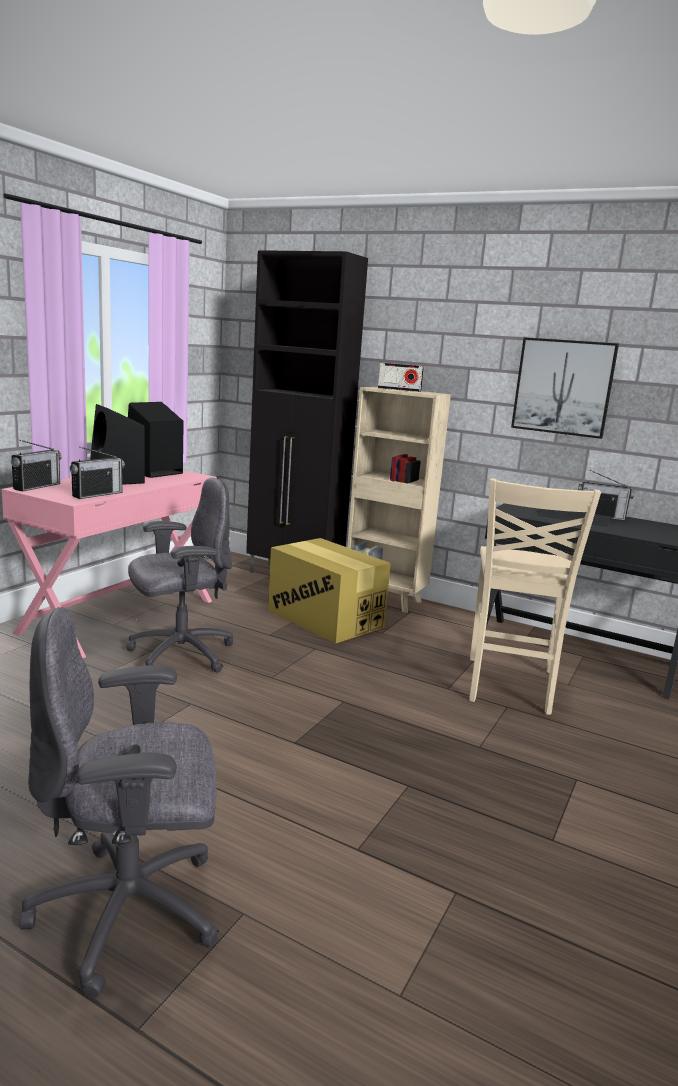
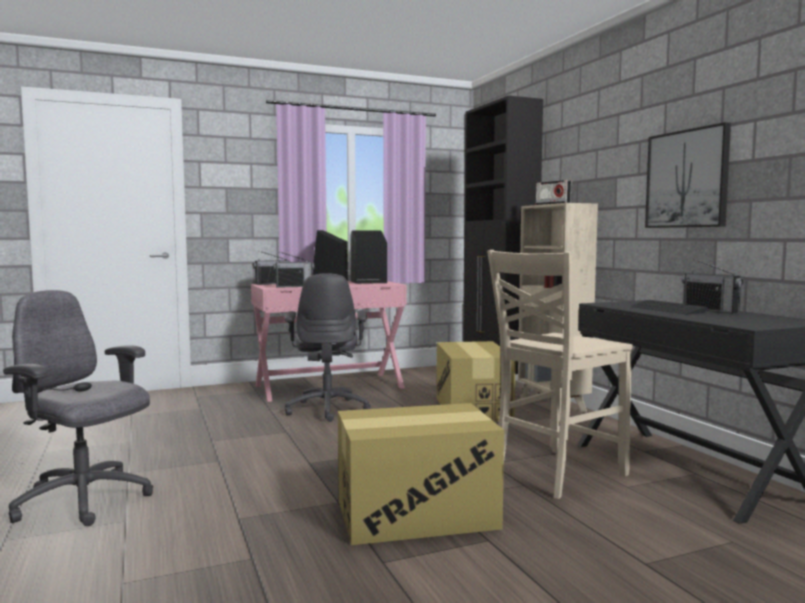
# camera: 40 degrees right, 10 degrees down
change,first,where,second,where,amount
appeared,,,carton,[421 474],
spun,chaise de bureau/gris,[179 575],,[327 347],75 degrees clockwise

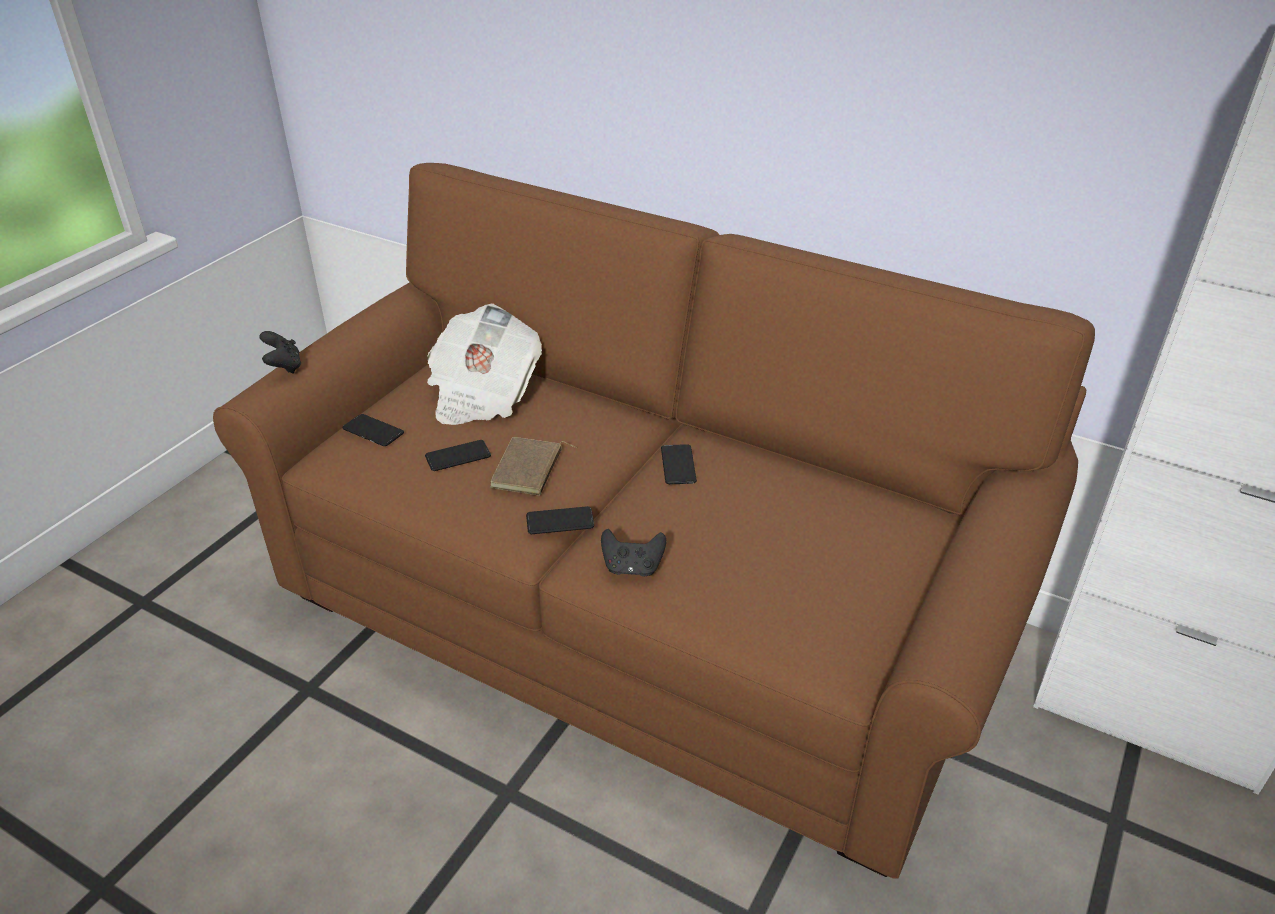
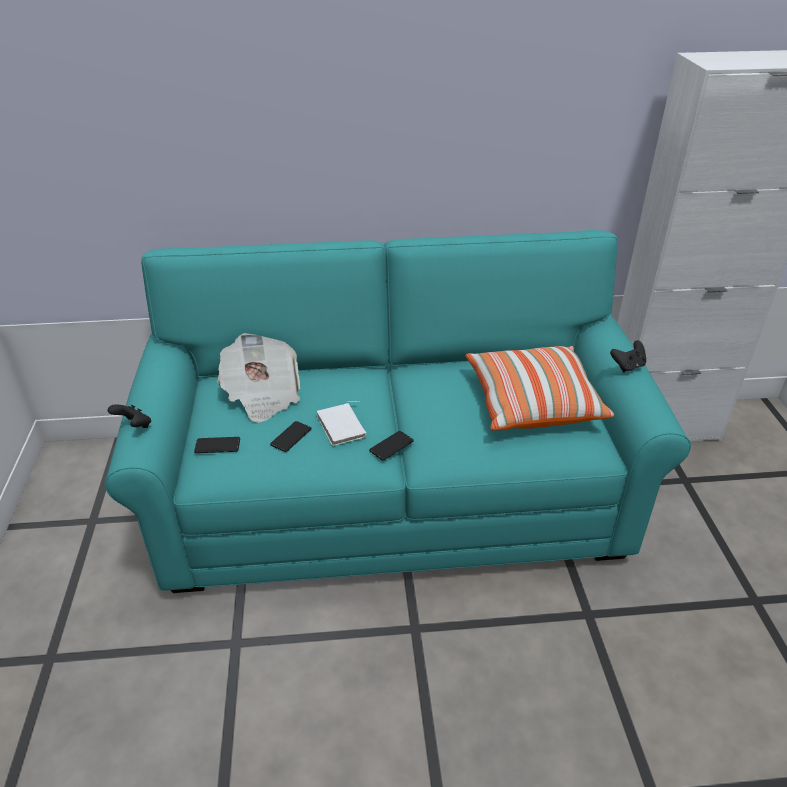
# camera: 35 degrees left, 0 degrees up
change,first,where,second,where,amount
missing,téléphone,[679 464],,,
appeared,,,coussin,[539 388],
relocated,manette/noir,[633 553],,[628 356],
colour,canapé/marron,[654 521],canapé/turquoise,[398 411],
colour,livre/marron,[533 466],livre/blanc,[341 423],

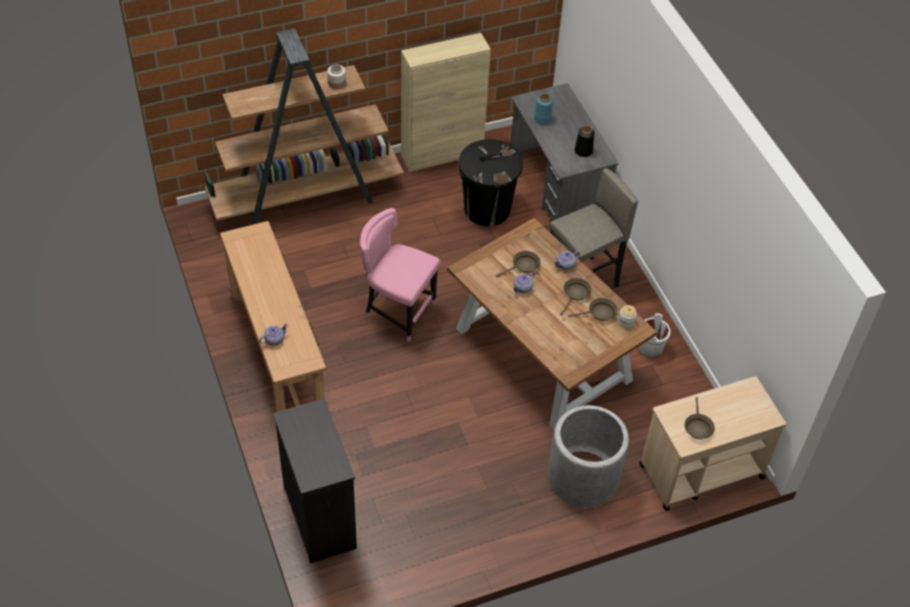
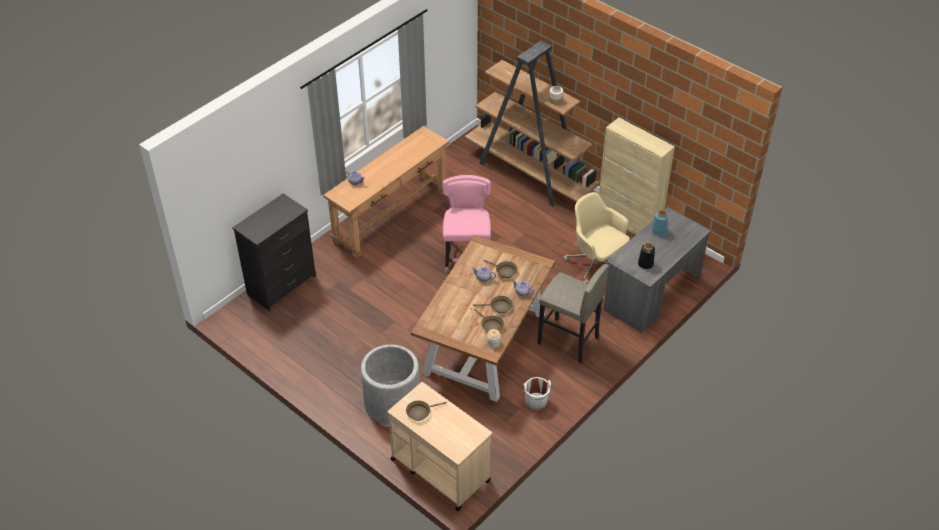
# camera: 65 degrees right, 5 degrees down
change,first,where,second,where,amount
exchanged,poubelle/noir,[491 182],chaise de bureau/beige,[596 238],

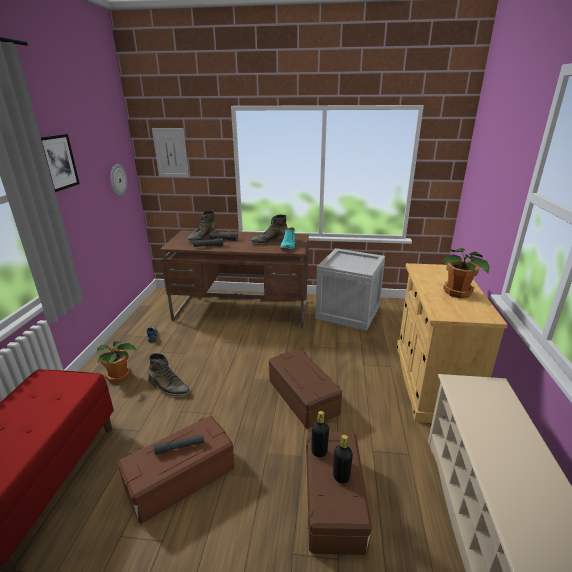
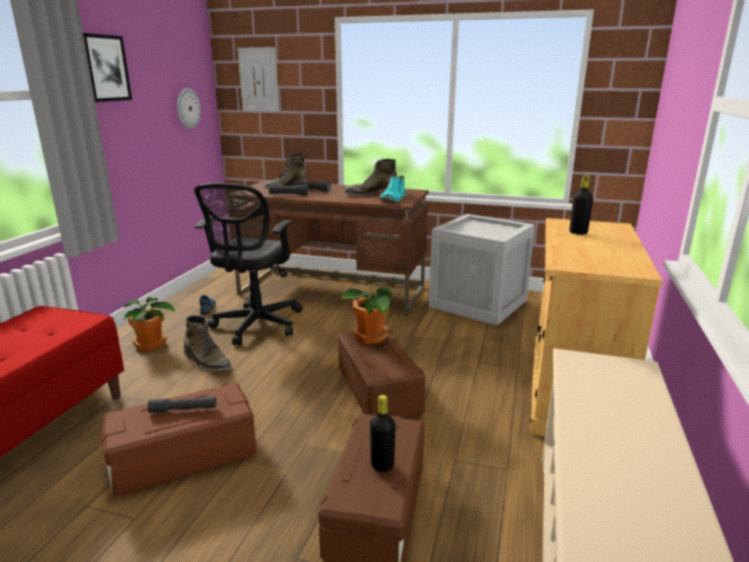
# camera: 10 degrees right, 5 degrees down
change,first,where,second,where,amount
appeared,,,chaise de bureau/noir,[248 264],
relocated,bouteille/noir,[320 434],,[581 204],
relocated,plante en pot,[466 273],,[367 313],

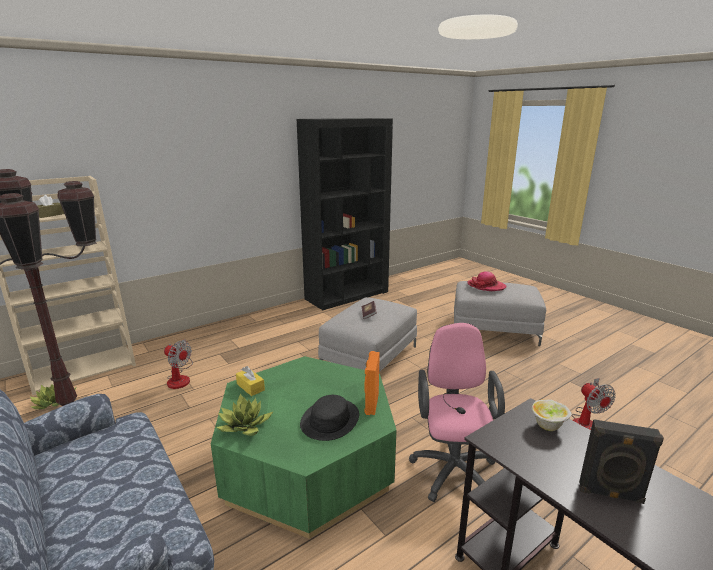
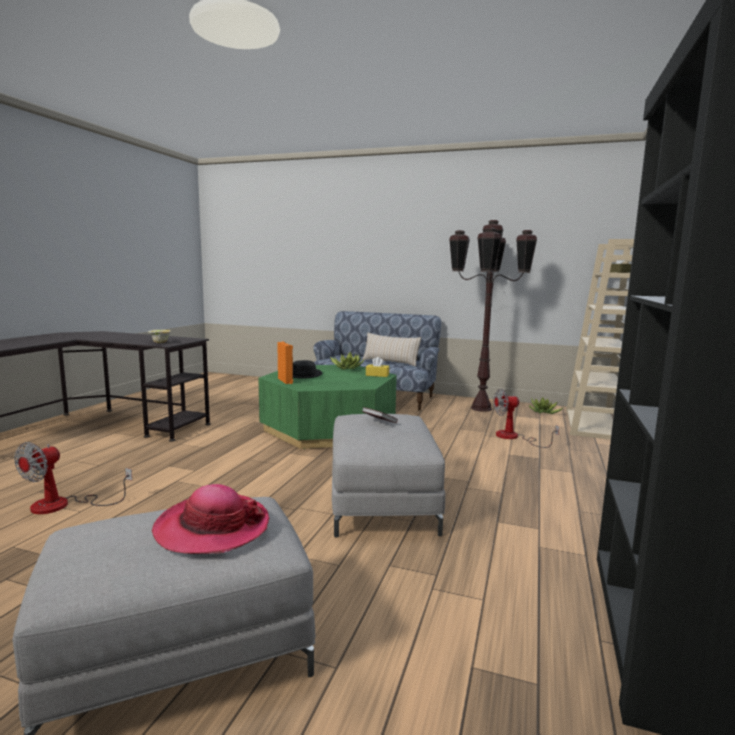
# camera: 145 degrees right, 10 degrees down
change,first,where,second,where,amount
missing,chaise de bureau/rose,[457 412],,,
missing,enceinte/noir,[621 461],,,
appeared,,,coussin/beige,[391 349],
spun,ventilateur,[594 404],,[73 478],105 degrees counterclockwise

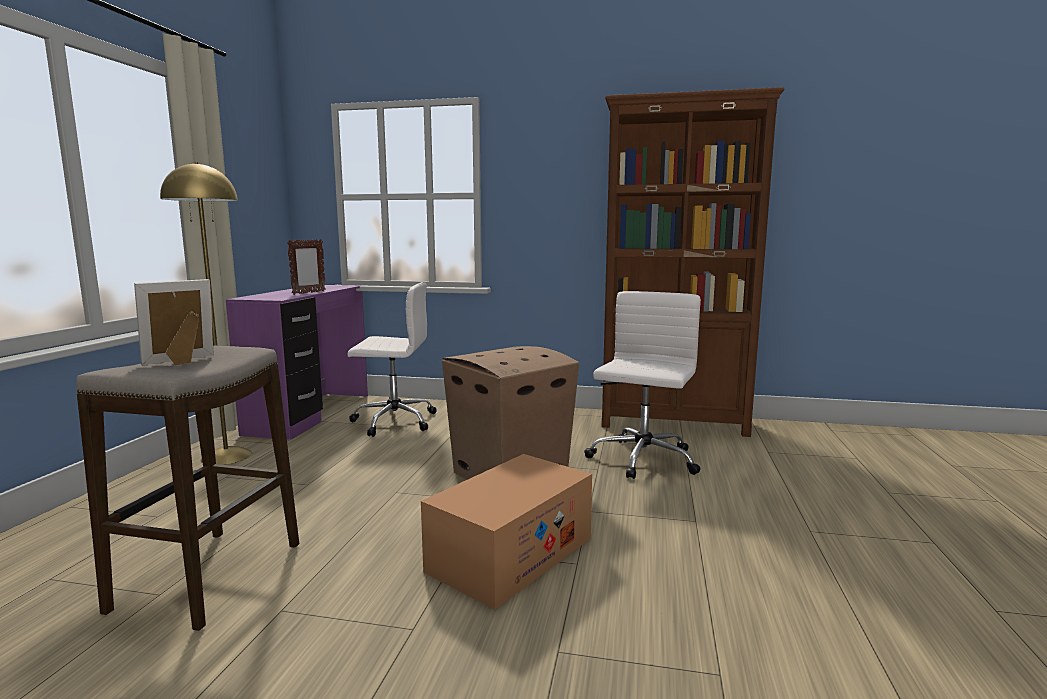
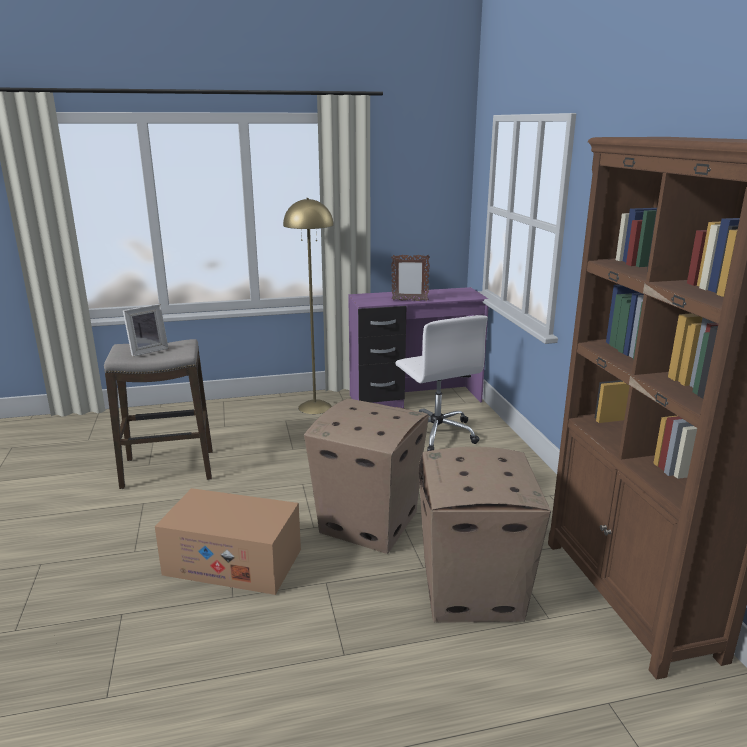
# camera: 65 degrees right, 10 degrees up
change,first,where,second,where,amount
exchanged,chaise de bureau/blanc,[642 385],carton,[485 535],
spun,cadre photo,[174 322],,[145 330],120 degrees clockwise

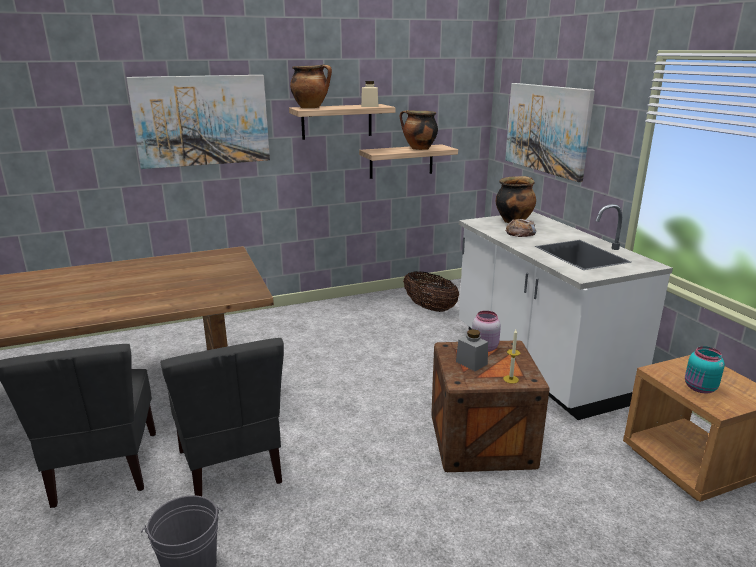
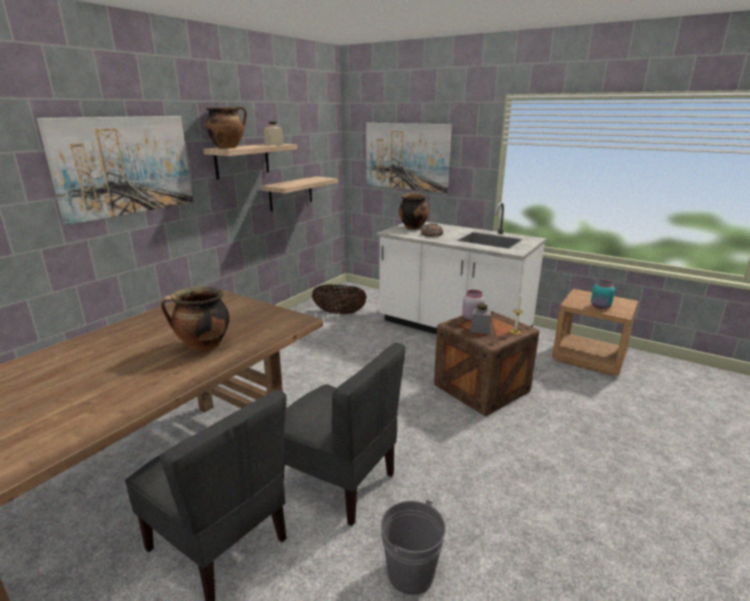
# camera: 35 degrees left, 0 degrees up
change,first,where,second,where,amount
relocated,marmite,[419 130],,[195 319],

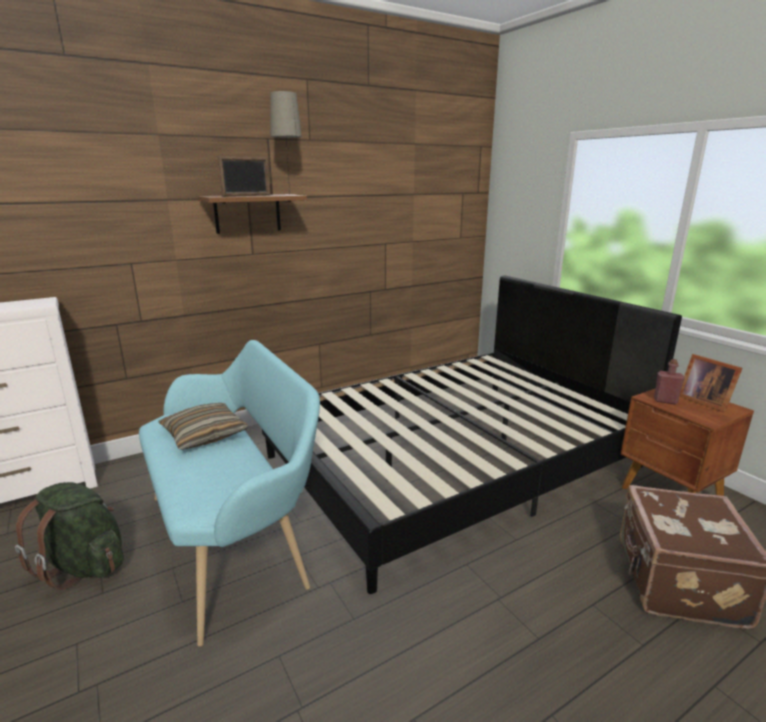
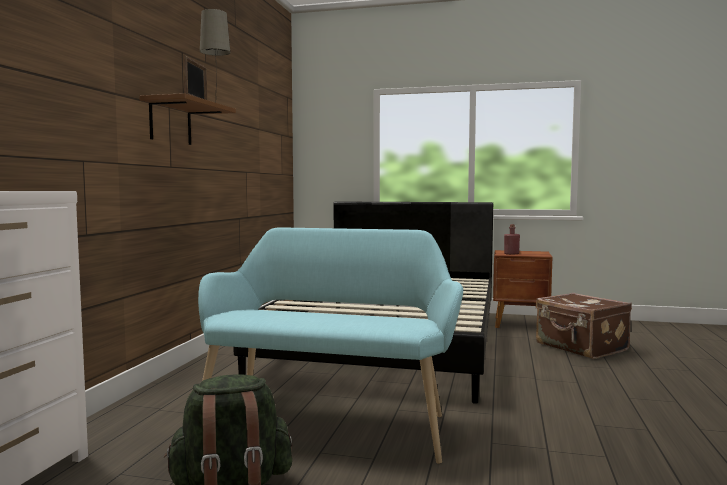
# camera: 45 degrees left, 15 degrees down
change,first,where,second,where,amount
missing,coussin,[203 426],,,
missing,cadre photo,[710 383],,,

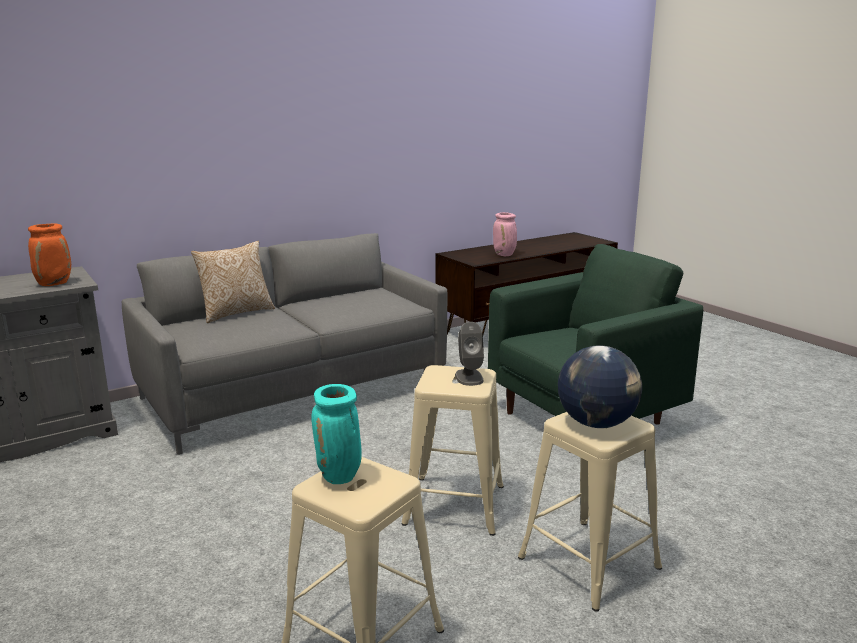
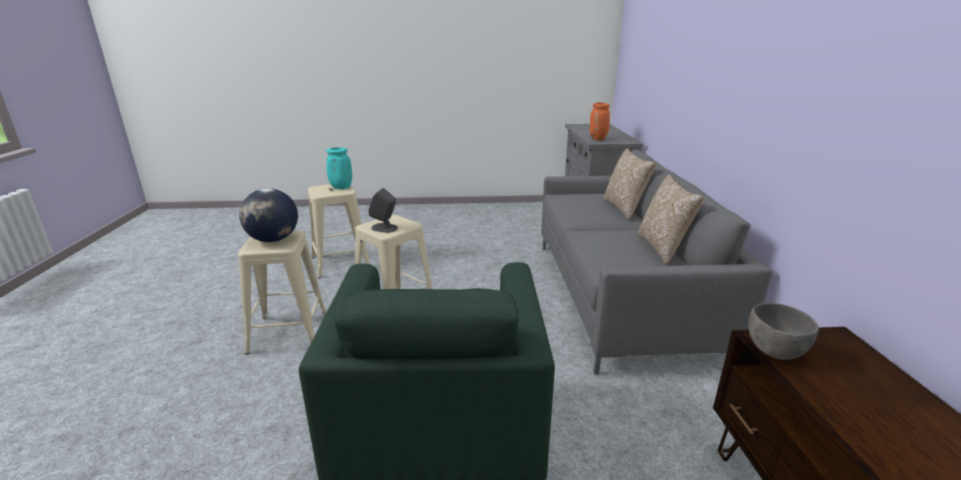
# camera: 120 degrees right, 5 degrees up
change,first,where,second,where,amount
missing,vase/rose,[505 234],,,
appeared,,,coussin,[671 220],
appeared,,,bol/gris,[783 331],

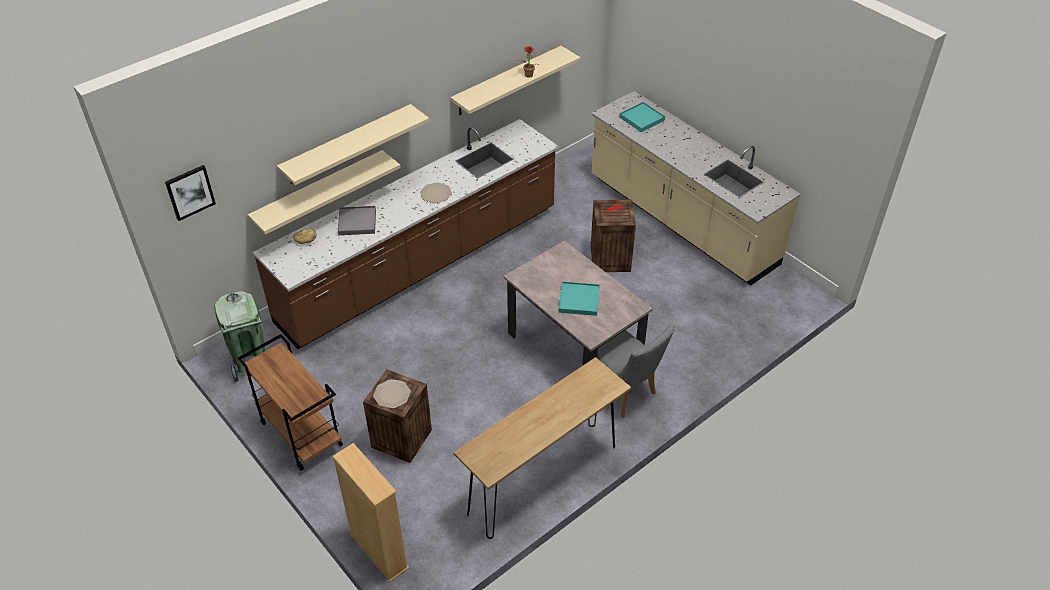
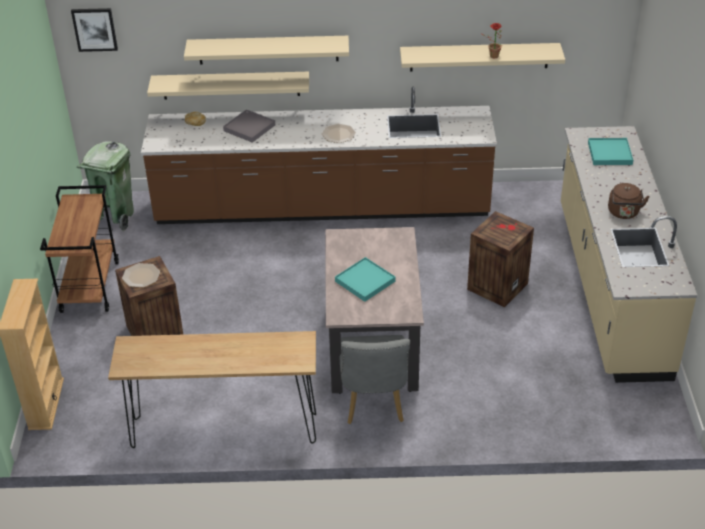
# camera: 40 degrees right, 5 degrees down
change,first,where,second,where,amount
appeared,,,bouilloire/marron,[629 201],

